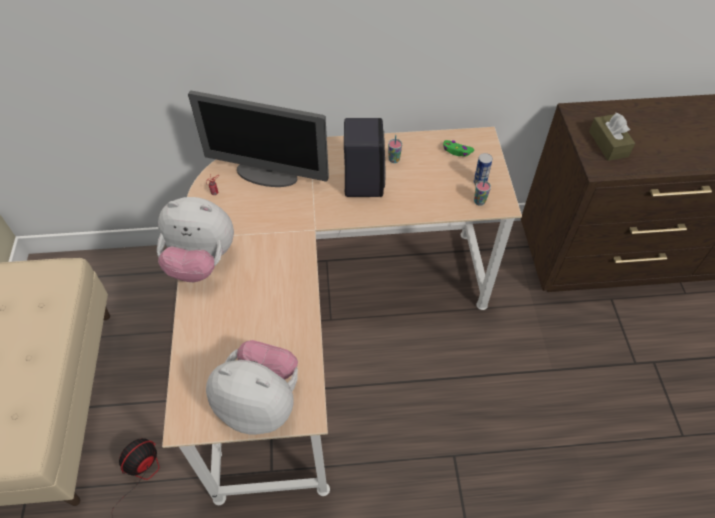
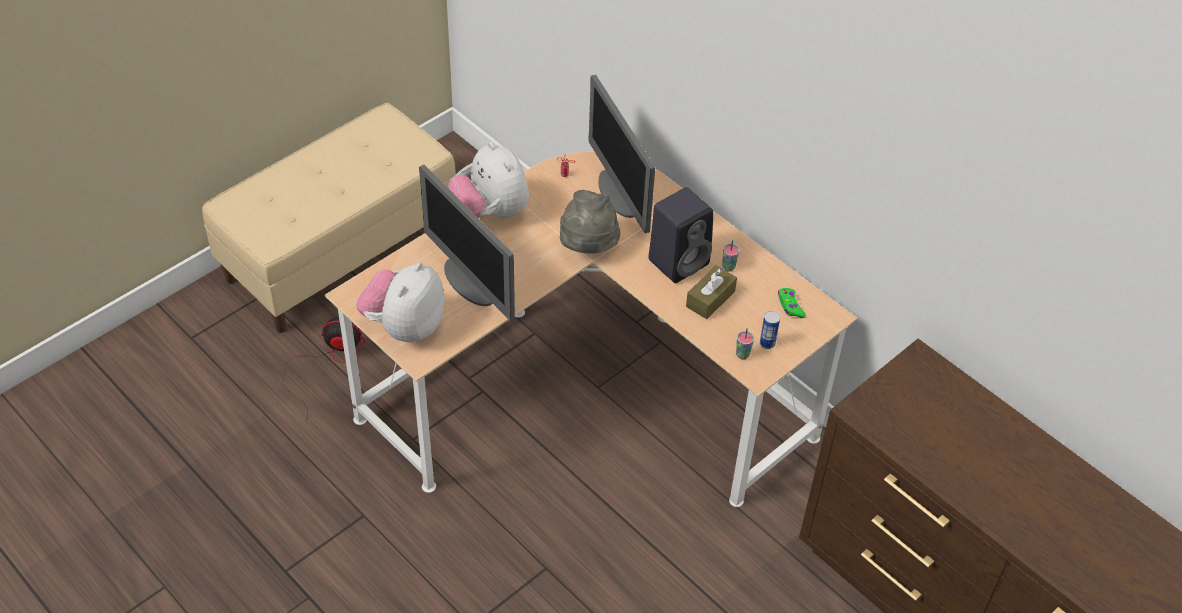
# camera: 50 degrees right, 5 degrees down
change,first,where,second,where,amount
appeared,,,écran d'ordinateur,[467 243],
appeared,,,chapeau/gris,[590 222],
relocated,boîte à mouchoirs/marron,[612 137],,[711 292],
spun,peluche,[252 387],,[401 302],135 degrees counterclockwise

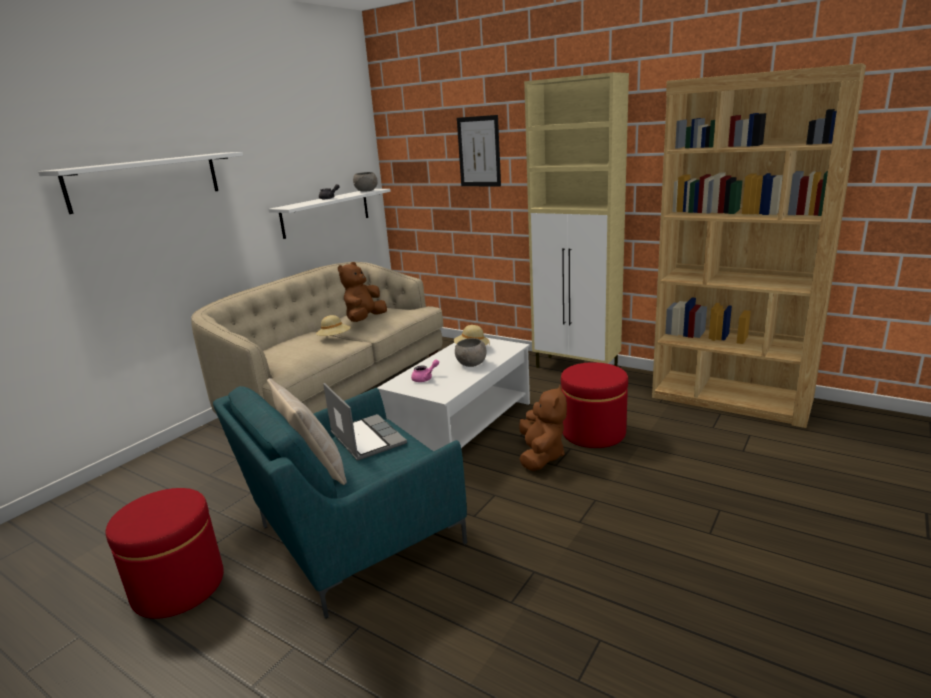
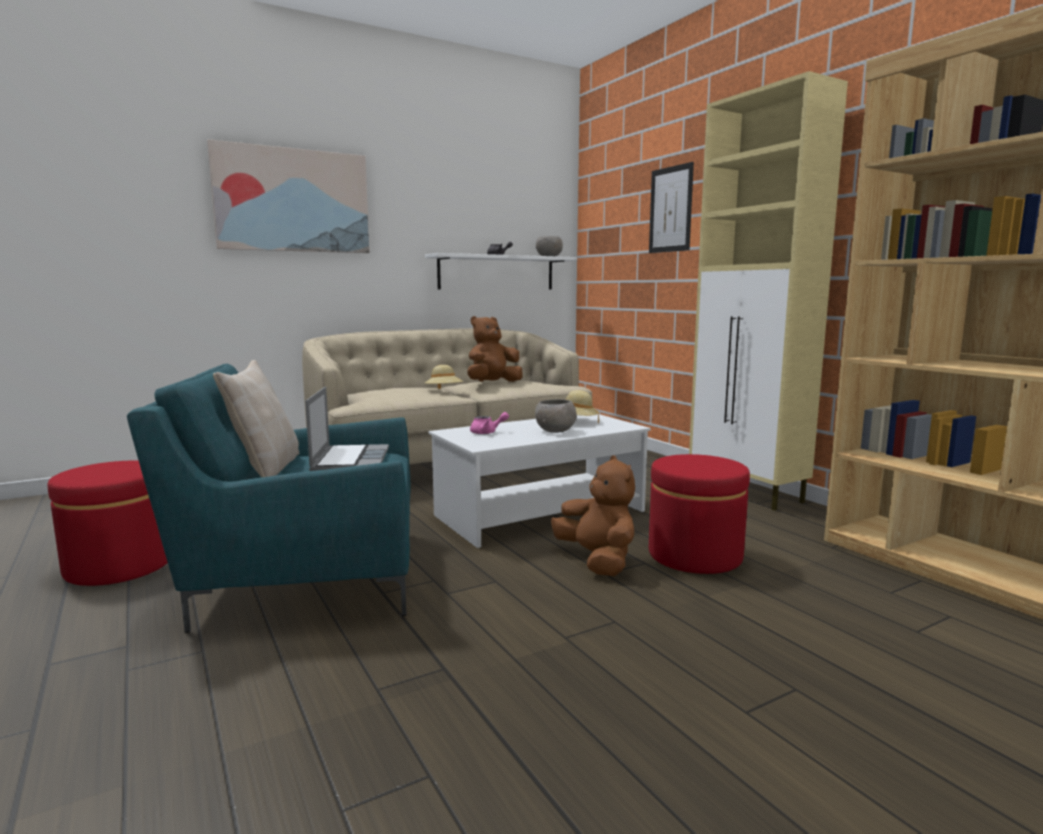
# camera: 25 degrees right, 10 degrees down
change,first,where,second,where,amount
exchanged,étagère/blanc,[140 183],tableau,[288 196],
spun,peluche/marron,[543 428],,[593 515],60 degrees counterclockwise

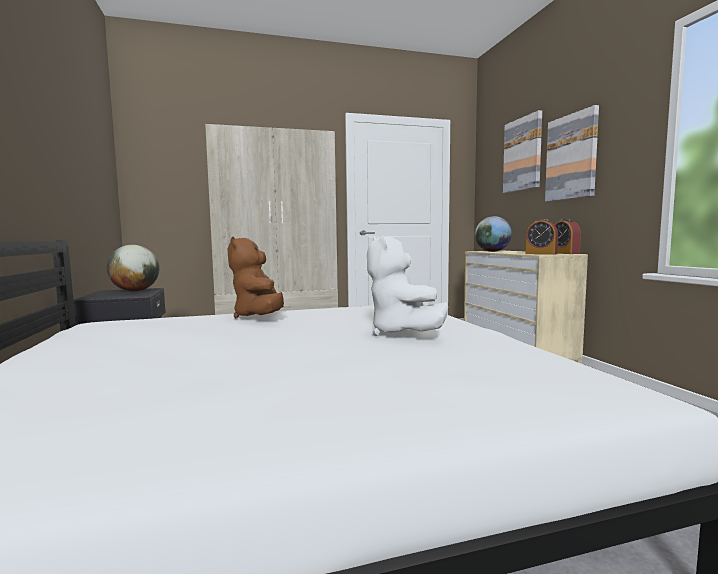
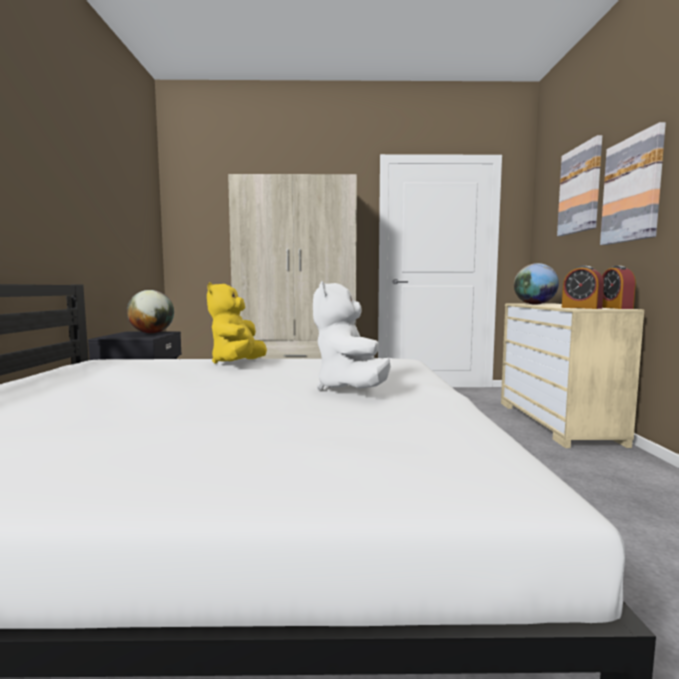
# camera: 15 degrees right, 0 degrees up
change,first,where,second,where,amount
colour,peluche/marron,[255 277],peluche/jaune,[237 323],

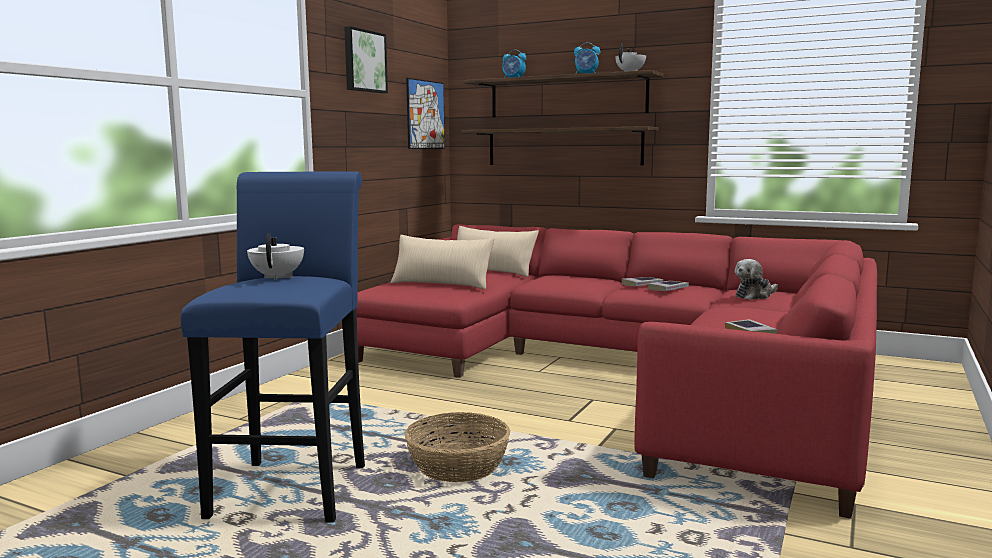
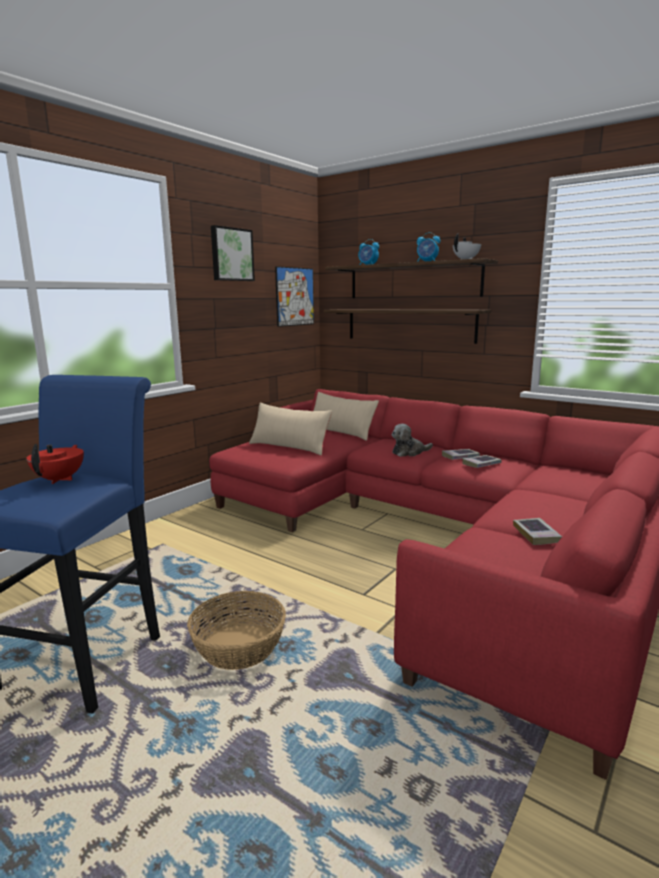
# camera: 10 degrees right, 5 degrees up
change,first,where,second,where,amount
relocated,peluche,[756 279],,[412 440],
colour,théière/blanc,[275 256],théière/rouge,[55 464],

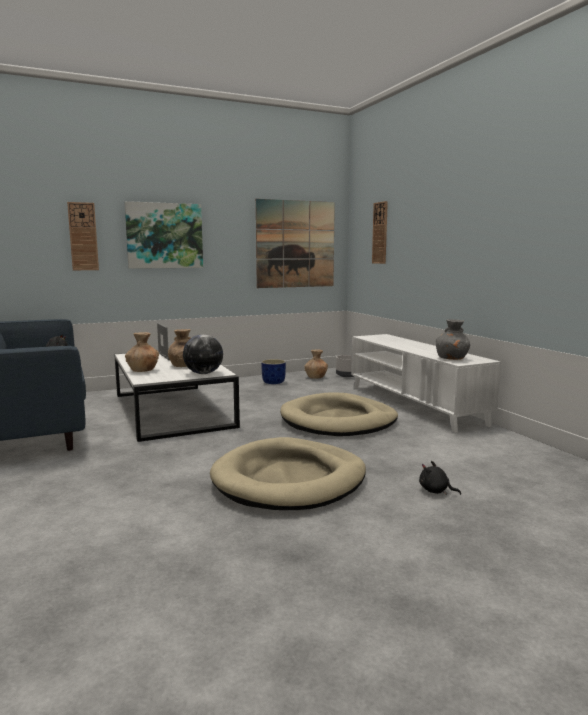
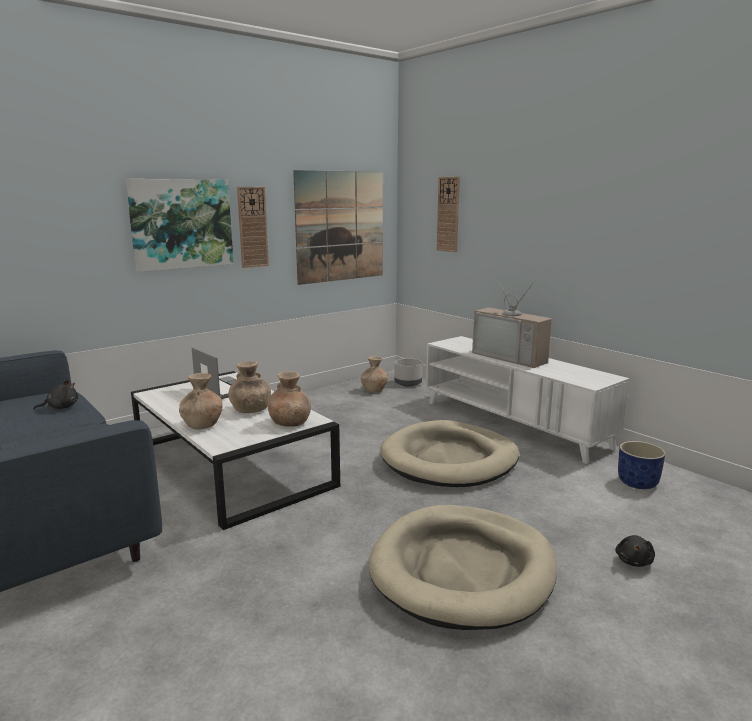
# camera: 15 degrees left, 5 degrees up
change,first,where,second,where,amount
missing,vase/gris,[453 339],,,
appeared,,,téléviseur,[512 321],
relocated,horloge murale,[83 236],,[253 227],
relocated,cache-pot/bleu,[273 371],,[641 465],
exchanged,globe,[203 354],vase/marron,[289 399],
spun,peluche/noir,[440 478],,[635 551],90 degrees counterclockwise

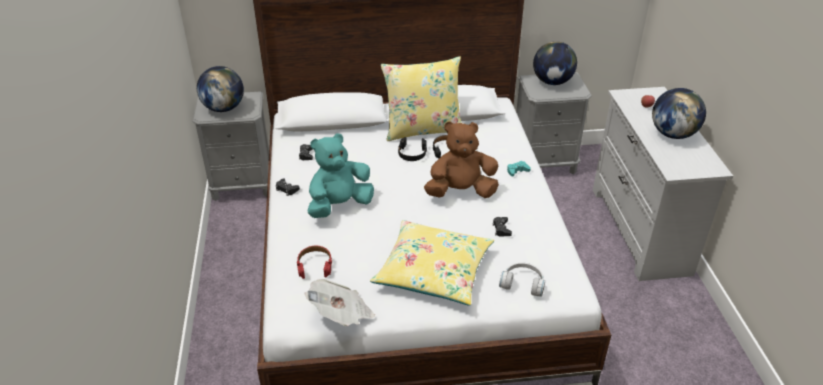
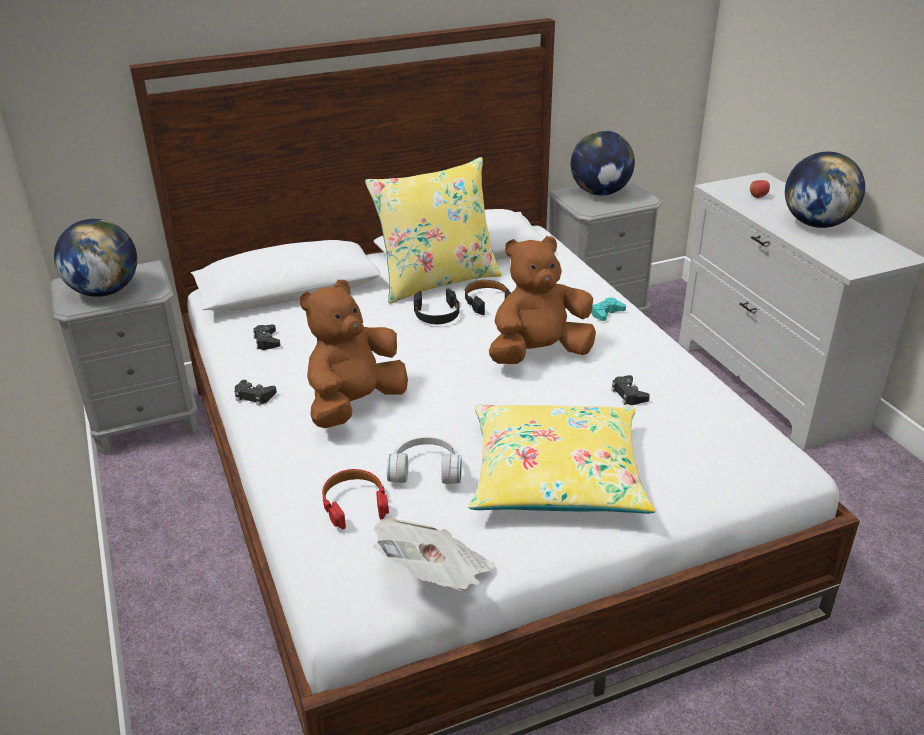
# camera: 15 degrees left, 5 degrees down
change,first,where,second,where,amount
relocated,casque audio/blanc,[522 280],,[424 460],
colour,peluche/turquoise,[341 175],peluche/marron,[354 354],

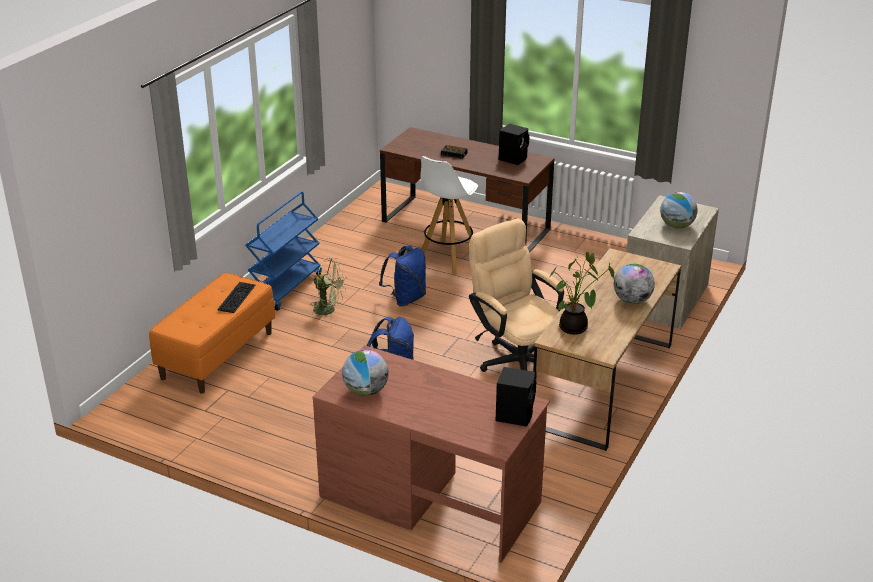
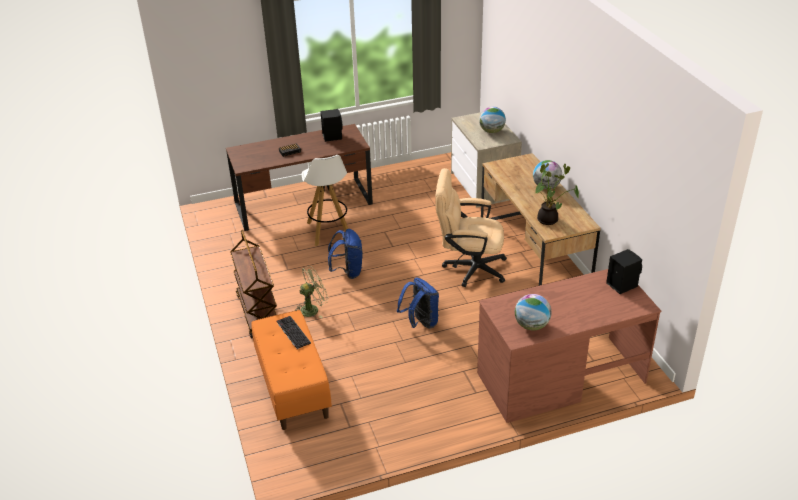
# camera: 45 degrees left, 5 degrees up
change,first,where,second,where,amount
colour,chariot/bleu,[283 251],chariot/marron,[253 284],

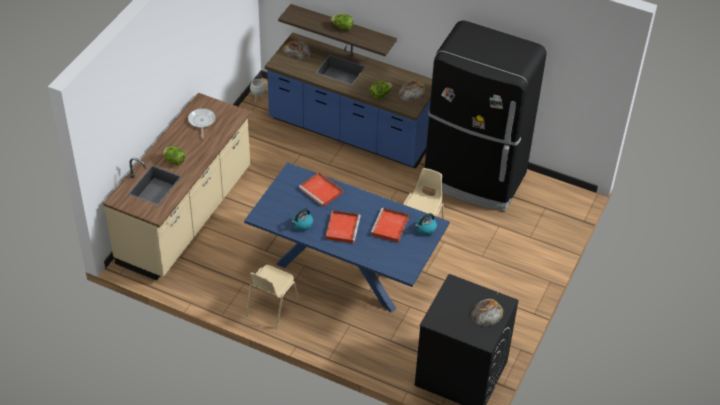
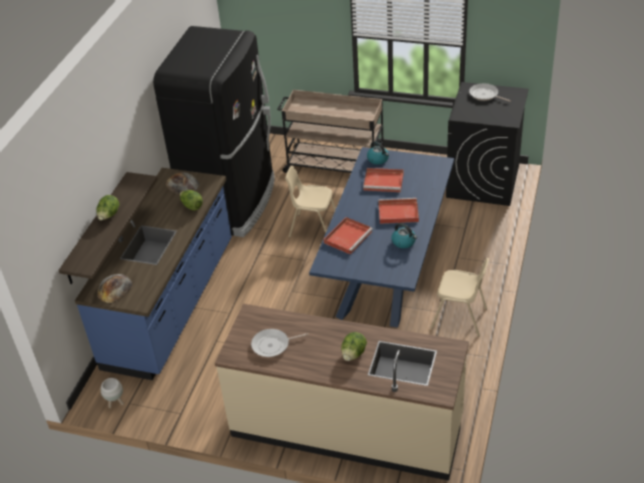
# camera: 95 degrees left, 5 degrees down
change,first,where,second,where,amount
appeared,,,chariot/beige,[330 131],
exchanged,pain,[487 313],poêle,[490 92],

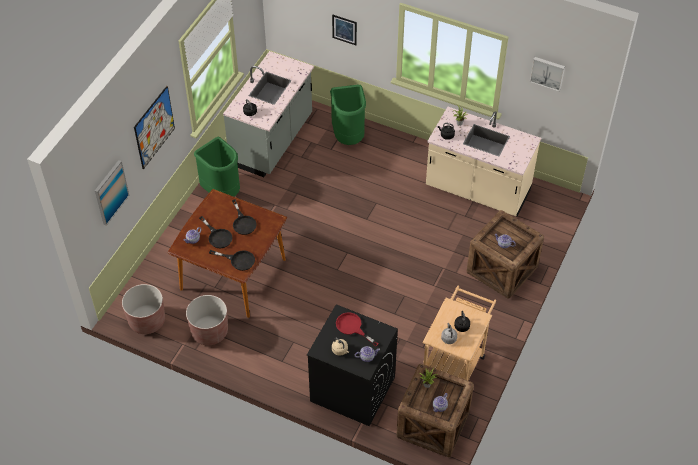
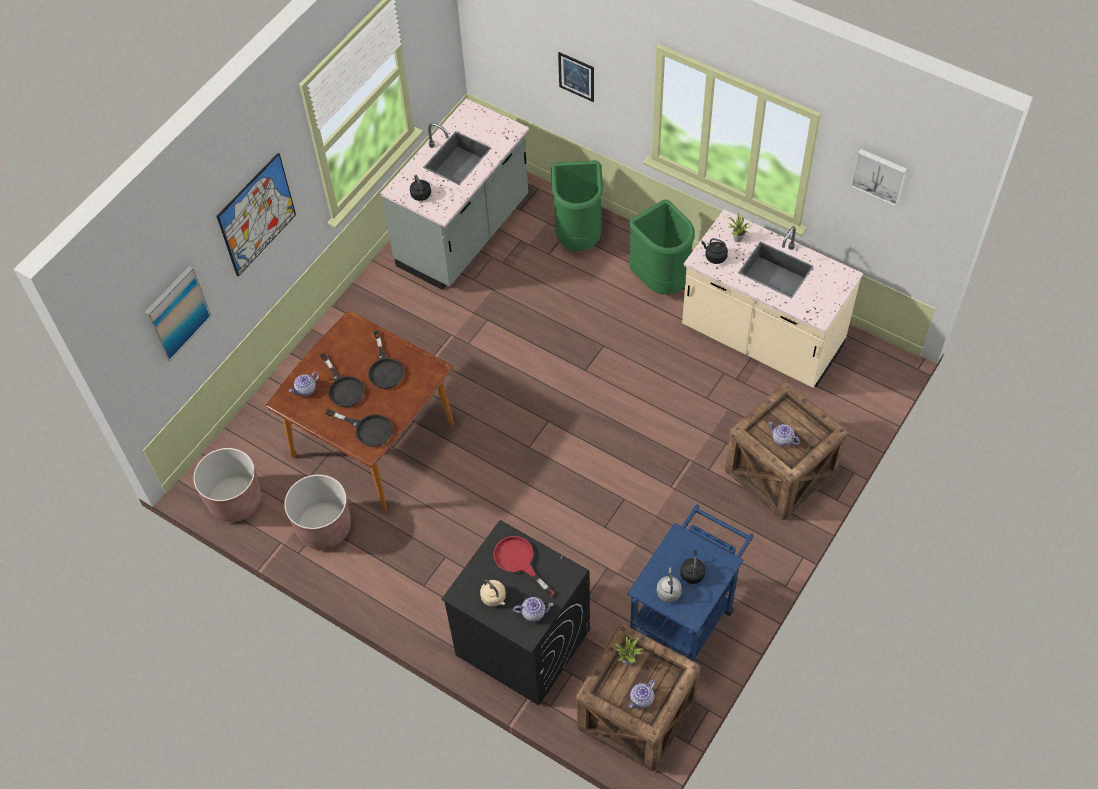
# camera: 10 degrees right, 5 degrees up
change,first,where,second,where,amount
relocated,poubelle/vert,[217 167],,[662 247],
colour,chariot/beige,[459 333],chariot/bleu,[690 583],

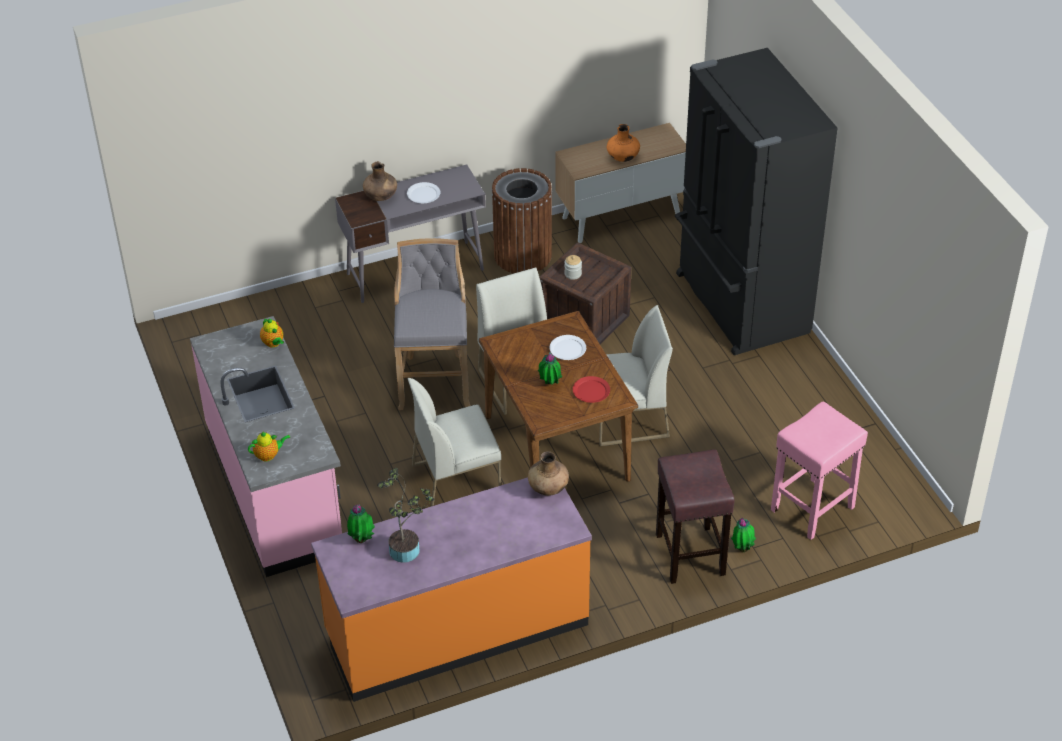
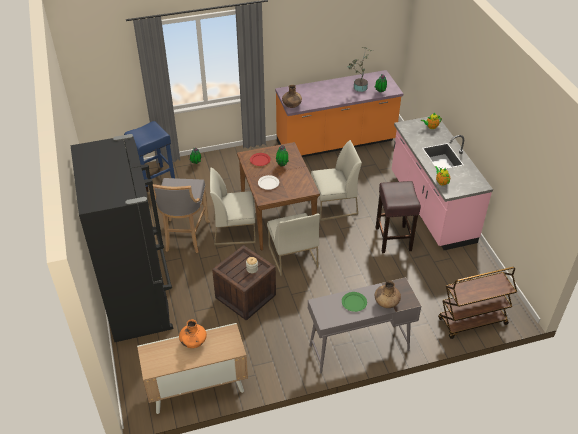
# camera: 175 degrees left, 0 degrees up
change,first,where,second,where,amount
missing,poubelle/marron,[522 220],,,
appeared,,,chariot/marron,[477 303],
relocated,tabouret/gris,[432 324],,[181 215],
relocated,tabouret/marron,[695 516],,[398 217],
colour,assiette/blanc,[424 192],assiette/vert,[354 302],
colour,tabouret/rose,[819 471],tabouret/bleu,[149 156],

